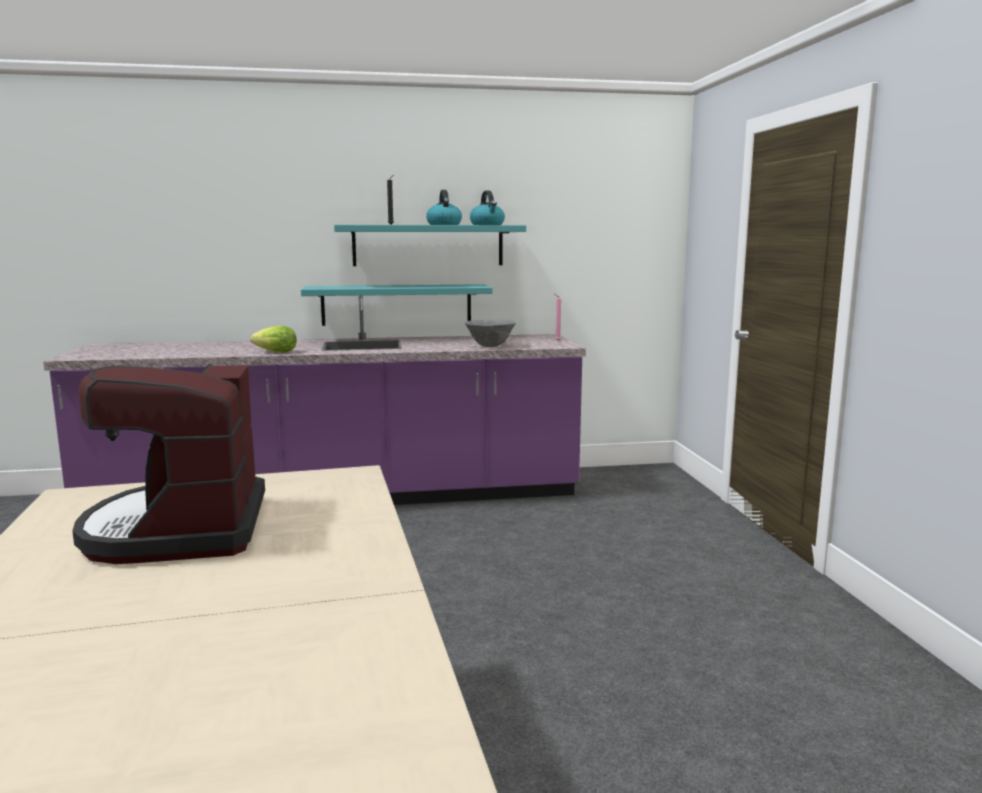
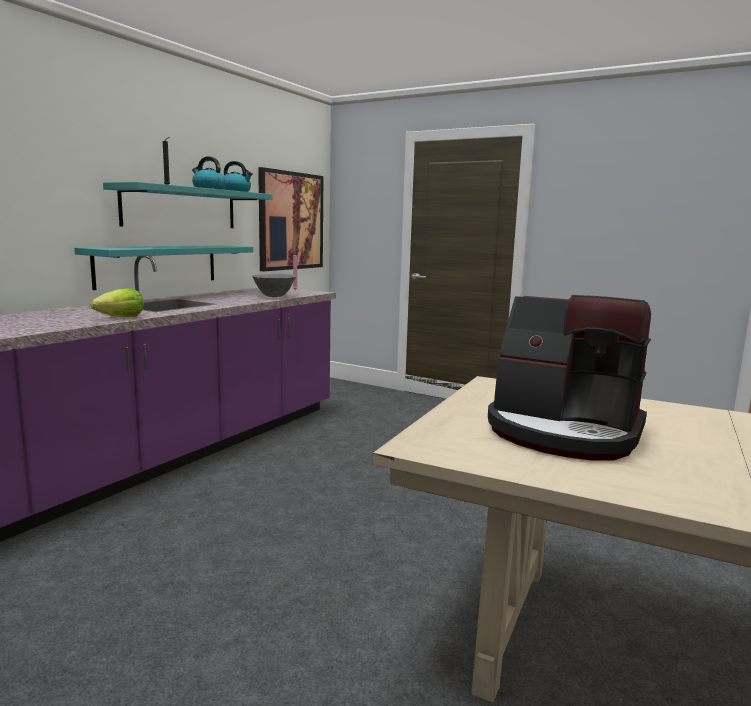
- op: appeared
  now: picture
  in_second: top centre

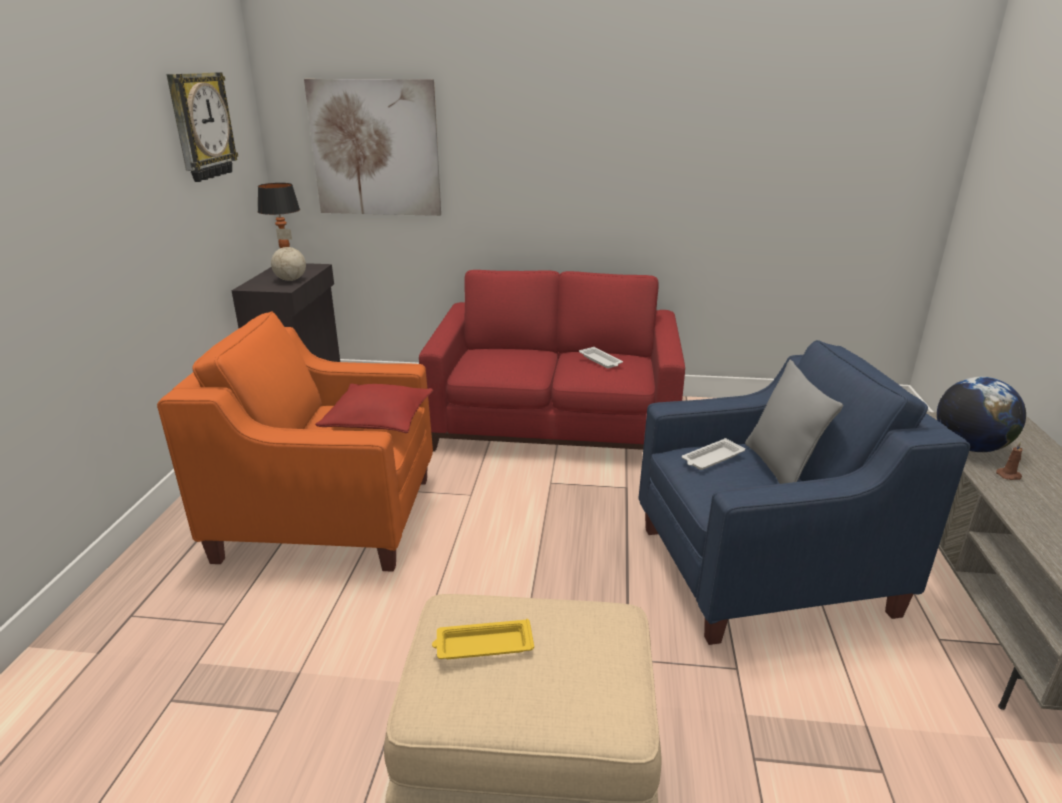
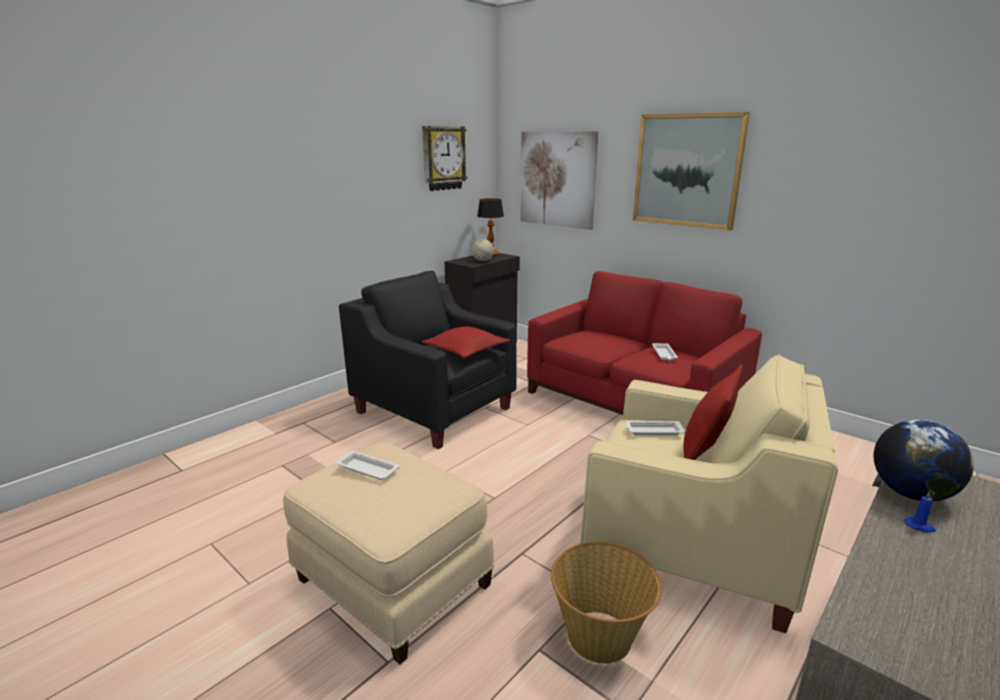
- op: colour
  was: tray/yellow
  now: tray/white (no. 1 from left)
  in_first: bottom centre
  in_second: centre
- op: colour
  was: armchair/orange
  now: armchair/black
  in_first: middle left
  in_second: centre
- op: appeared
  now: basket
  in_second: bottom centre
- op: colour
  was: armchair/blue
  now: armchair/beige
  in_first: middle right
  in_second: bottom right
- op: appeared
  now: picture (no. 2 from left)
  in_second: top right
- op: colour
  was: pillow/grey
  now: pillow/red (no. 2 from left)
  in_first: middle right
  in_second: middle right
- op: colour
  was: candle/brown
  now: candle/blue
  in_first: middle right
  in_second: bottom right

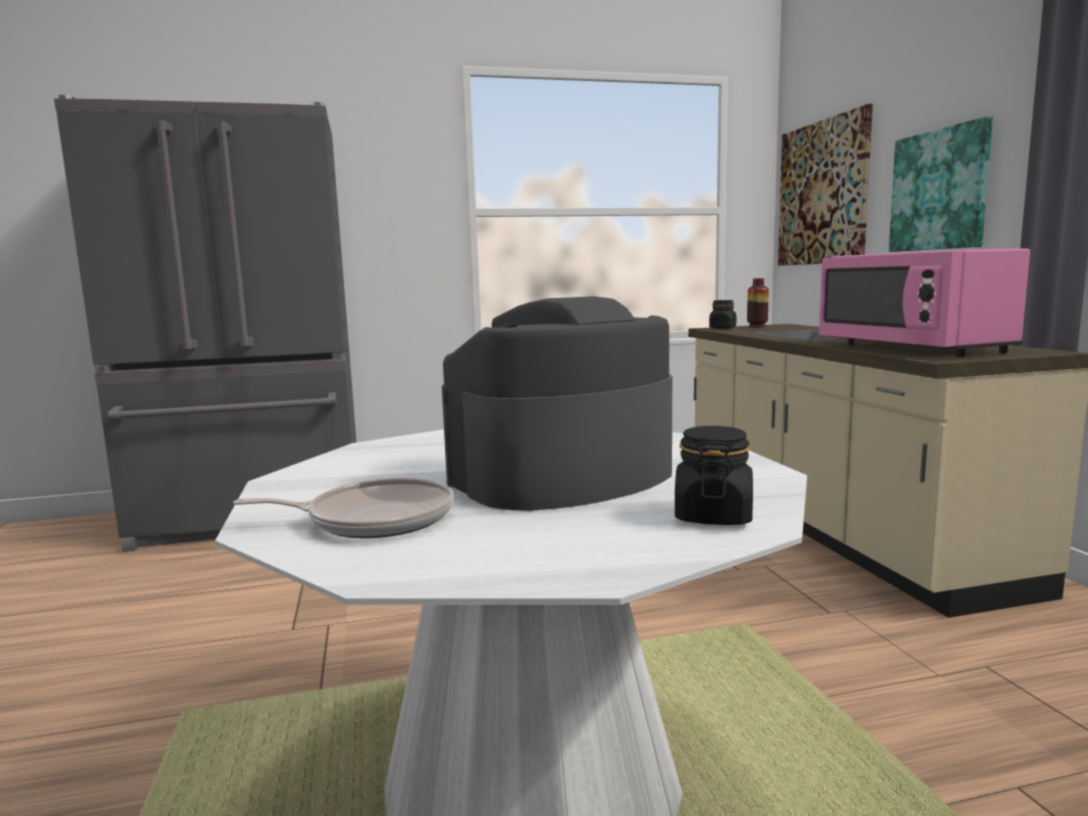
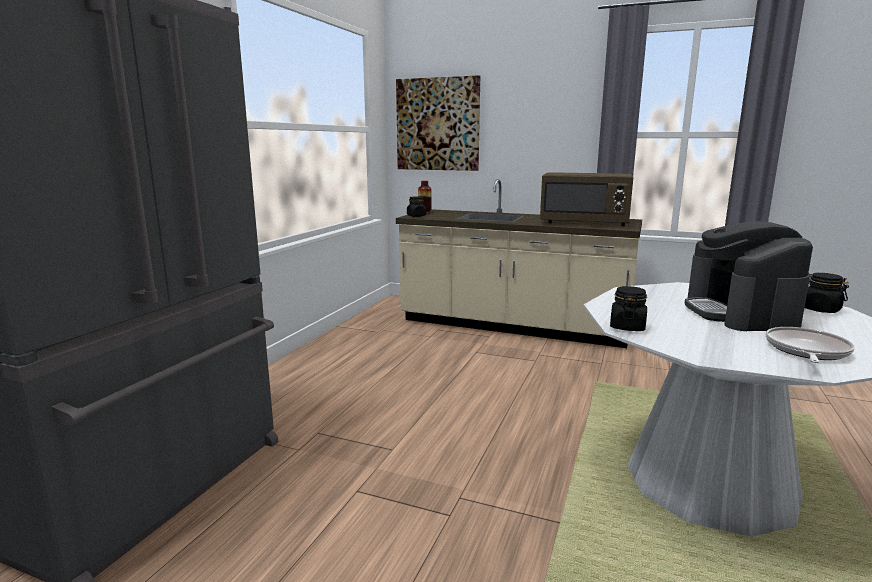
- op: colour
  was: microwave/pink
  now: microwave/brown
  in_first: middle right
  in_second: middle right
- op: appeared
  now: jar/black (no. 2 from left)
  in_second: middle right
- op: missing
  was: picture (no. 2 from left)
  in_first: top right

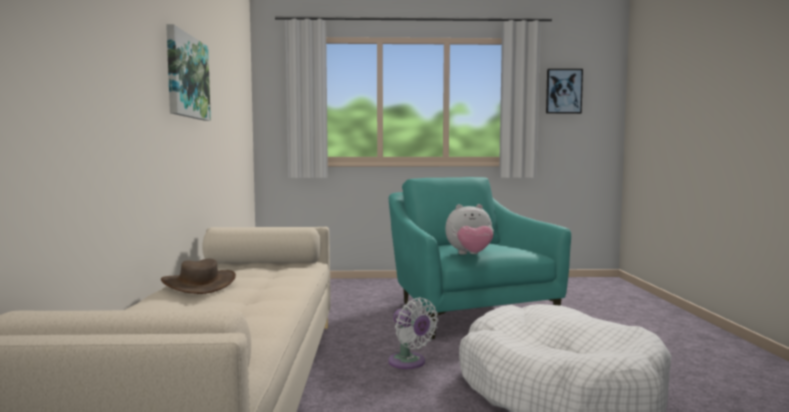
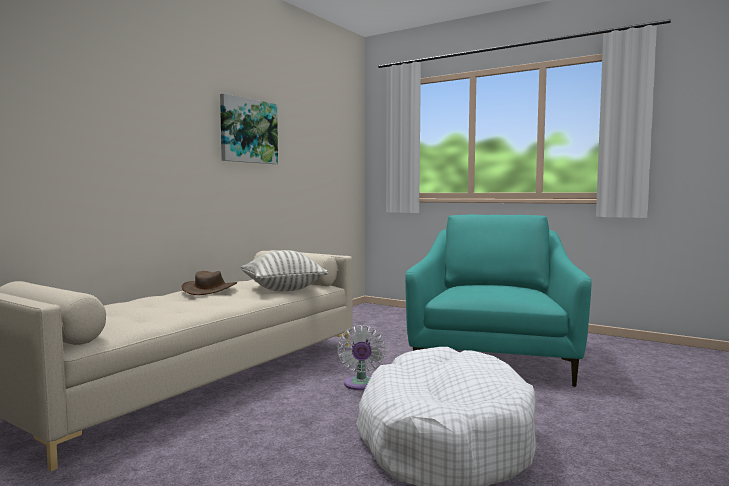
- op: appeared
  now: pillow
  in_second: centre
- op: missing
  was: plush toy
  in_first: centre
- op: missing
  was: picture (no. 2 from left)
  in_first: top right

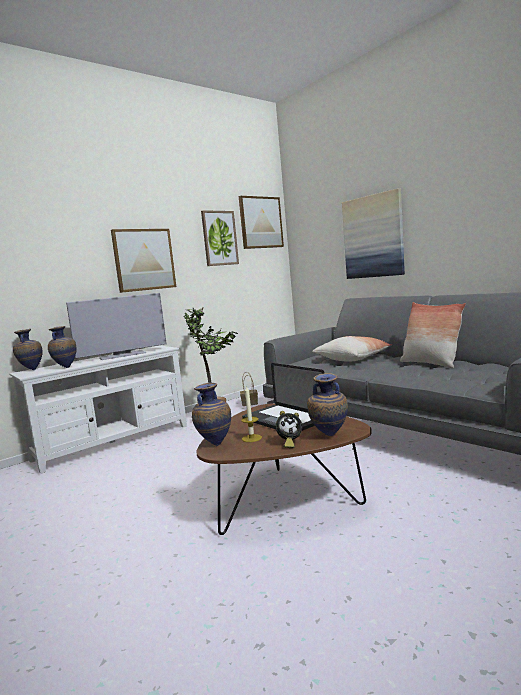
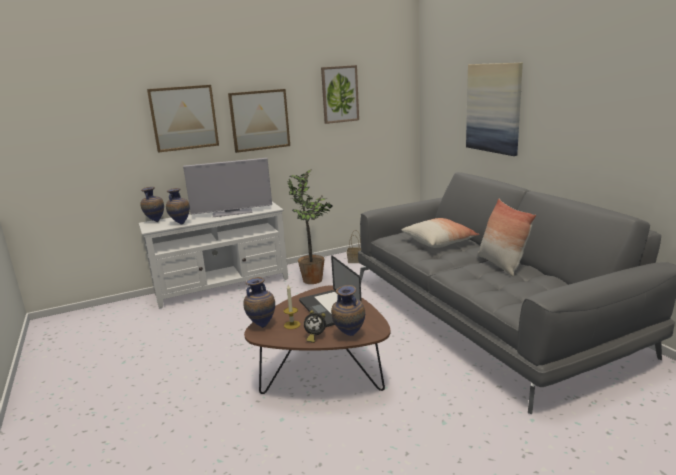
- op: relocated
  was: picture (no. 3 from left in the first image)
  now: picture (no. 1 from left)
  in_first: top centre
  in_second: top left

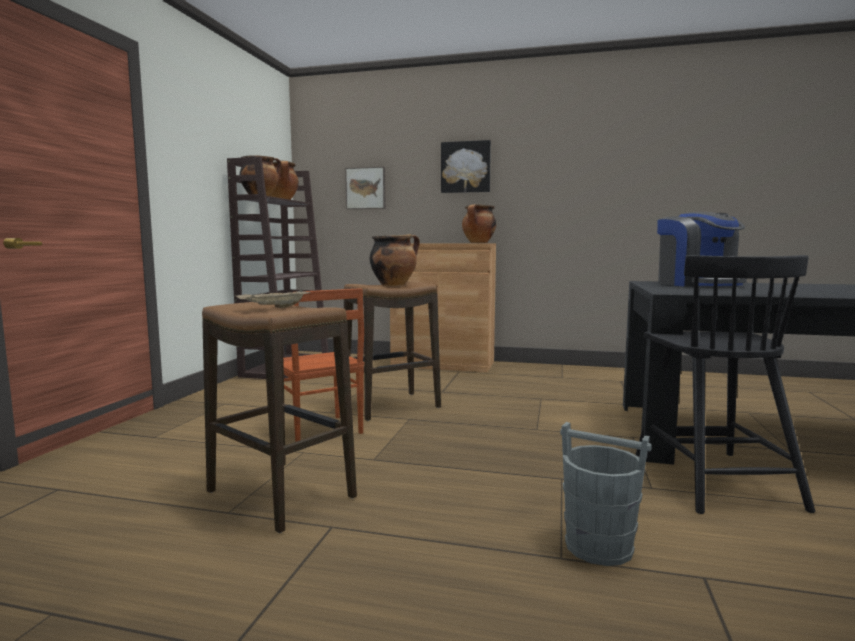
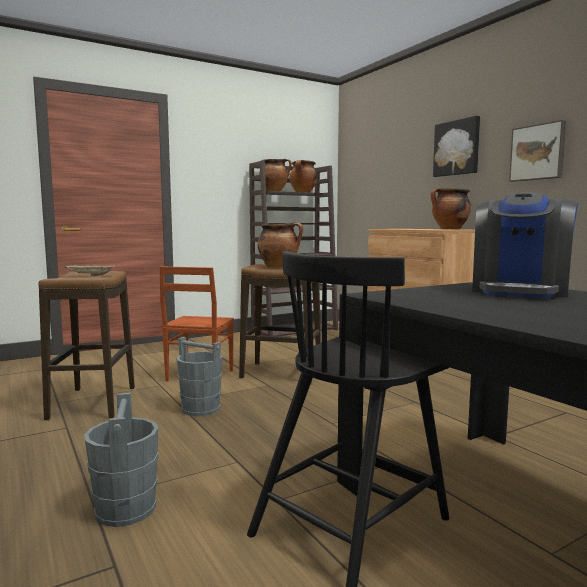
- op: appeared
  now: bucket/grey (no. 2 from left)
  in_second: centre
- op: relocated
  was: picture (no. 1 from left in the first image)
  now: picture (no. 2 from left)
  in_first: top centre
  in_second: top right

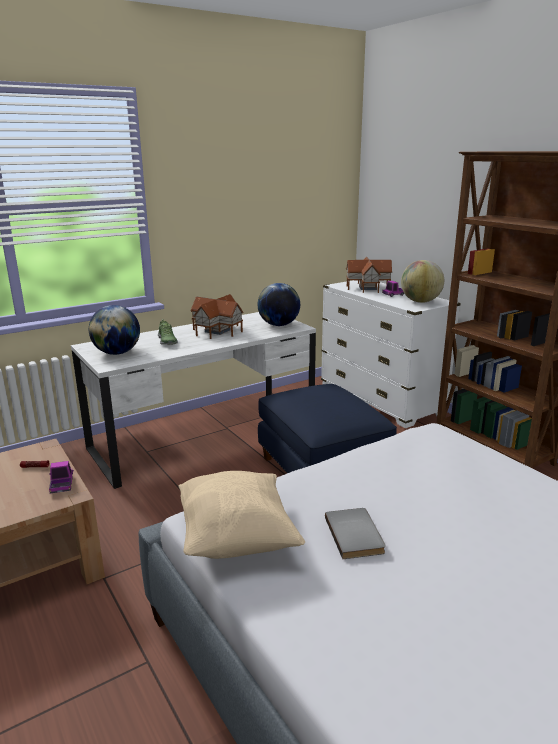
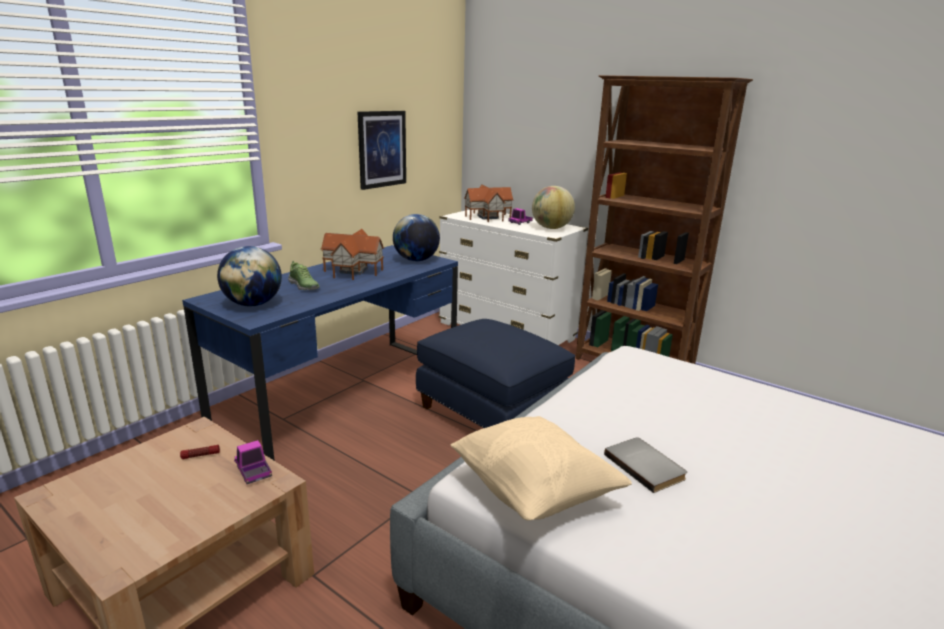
- op: colour
  was: desk/white
  now: desk/blue
  in_first: centre
  in_second: centre
- op: appeared
  now: picture
  in_second: top centre

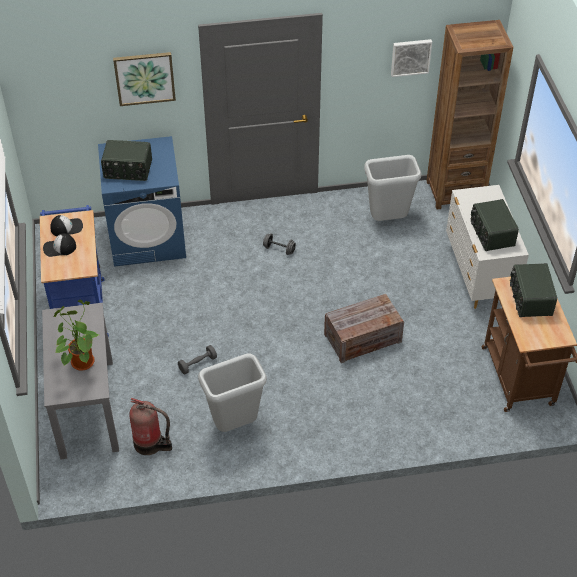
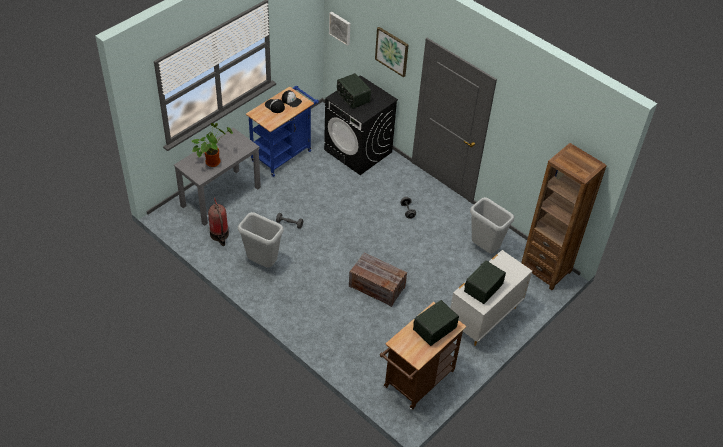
- op: colour
  was: washing machine/blue
  now: washing machine/black
  in_first: middle left
  in_second: top centre
- op: relocated
  was: picture (no. 2 from left in the first image)
  now: picture (no. 1 from left)
  in_first: top right
  in_second: top centre

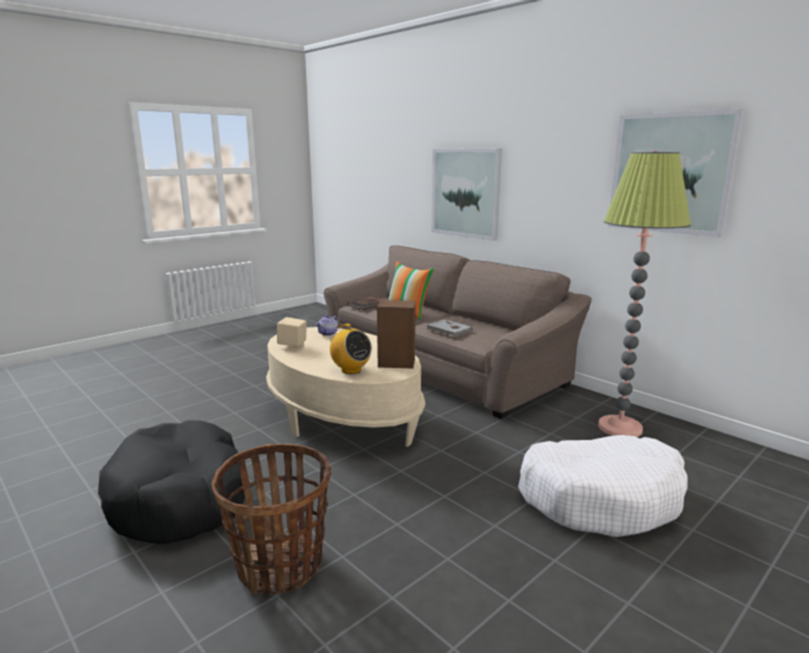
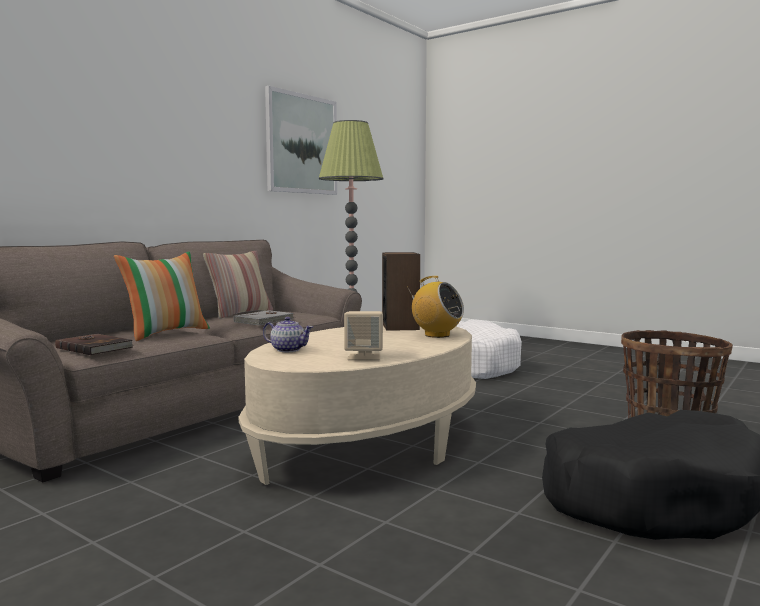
- op: appeared
  now: pillow (no. 2 from left)
  in_second: middle left
- op: spun
  was: radio
  in_first: centre
  in_second: centre
  clockwise: 90
- op: missing
  was: picture (no. 1 from left)
  in_first: top centre

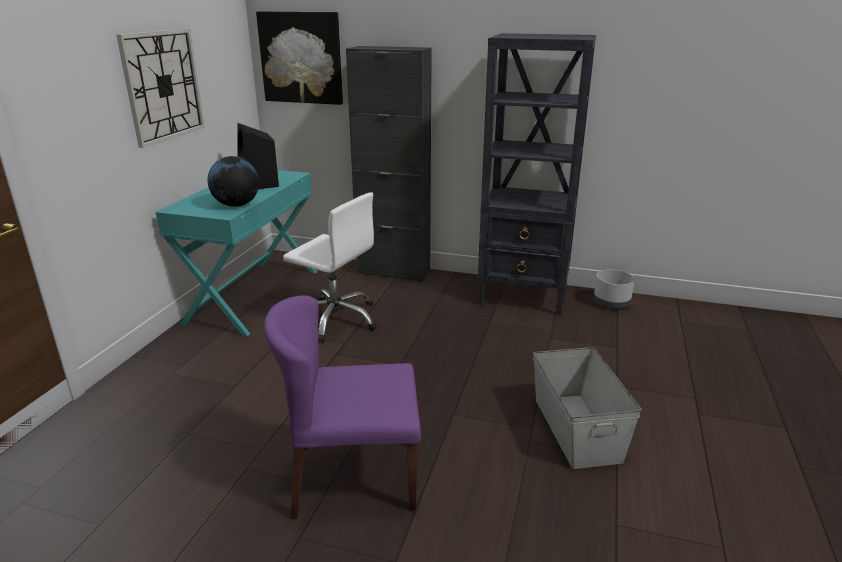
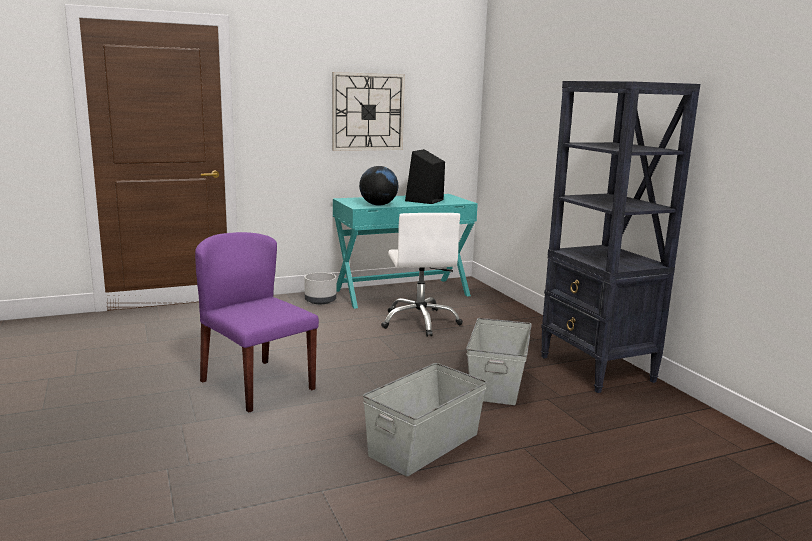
- op: relocated
  was: planter/grey
  in_first: middle right
  in_second: centre
- op: appeared
  now: storage box/grey (no. 2 from left)
  in_second: bottom centre
- op: missing
  was: picture
  in_first: top centre
- op: missing
  was: cabinet/black
  in_first: top centre

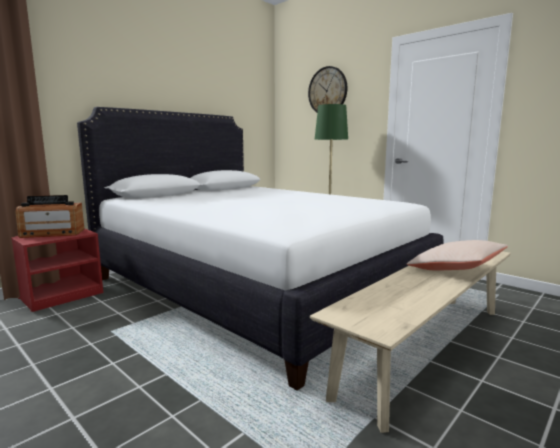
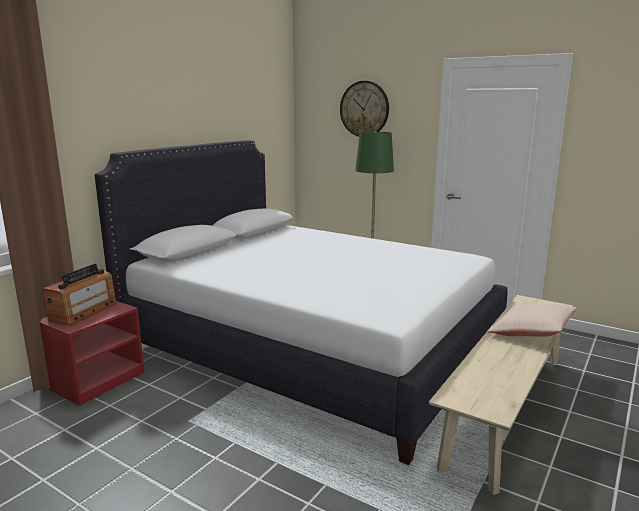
- op: spun
  was: radio
  in_first: middle left
  in_second: middle left
  clockwise: -45

